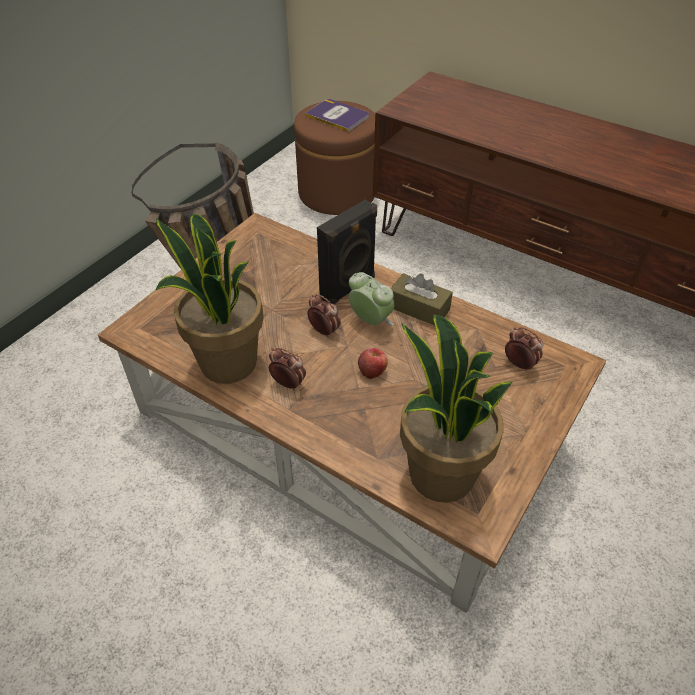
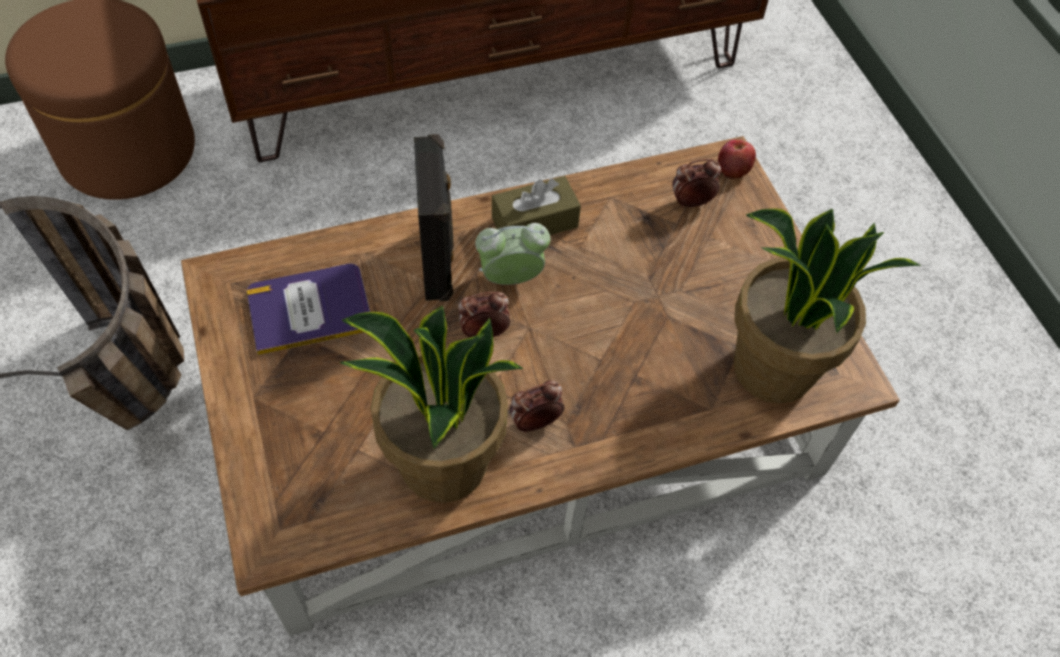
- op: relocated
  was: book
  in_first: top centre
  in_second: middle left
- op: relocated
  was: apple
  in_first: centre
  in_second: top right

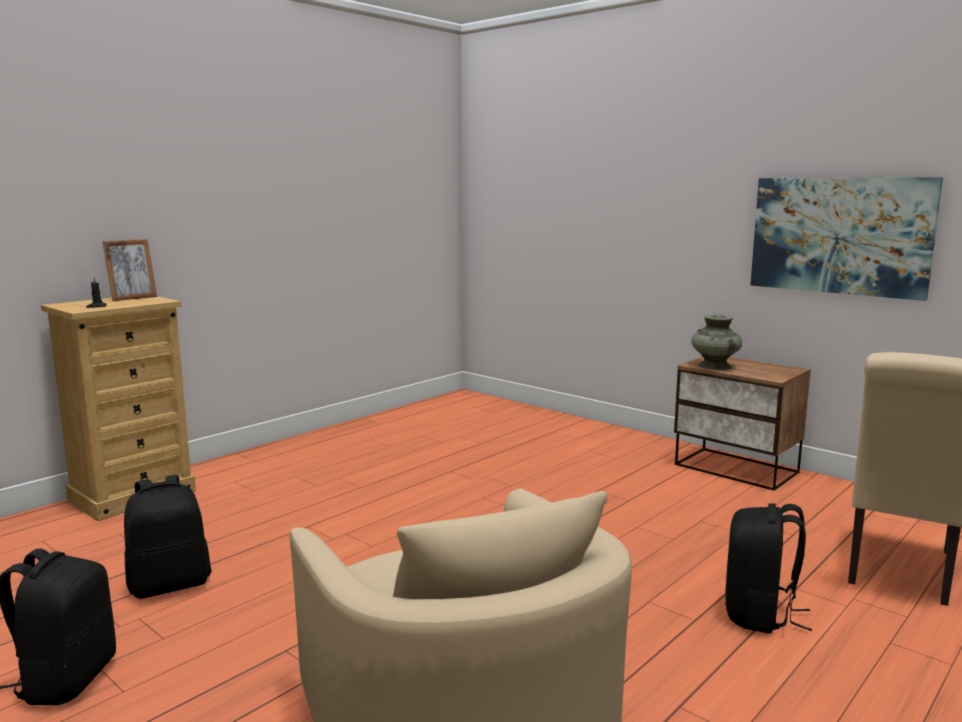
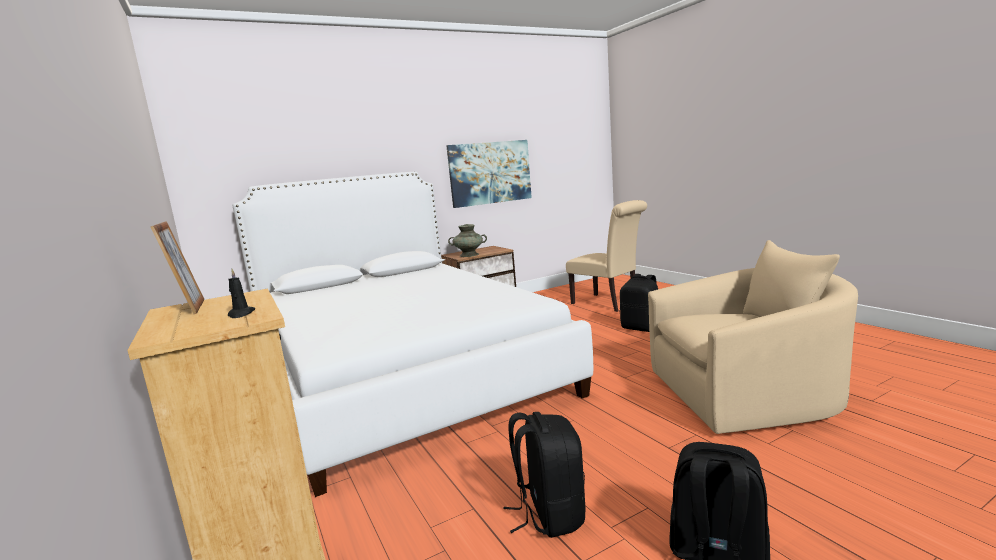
- op: appeared
  now: bed/white
  in_second: centre

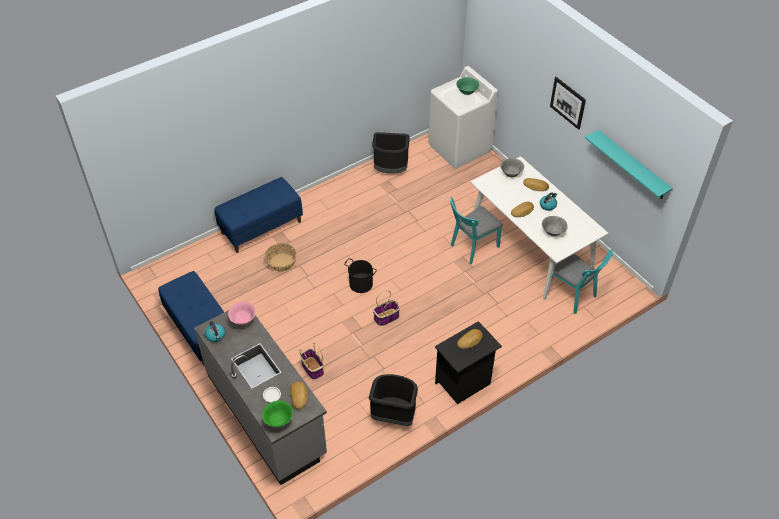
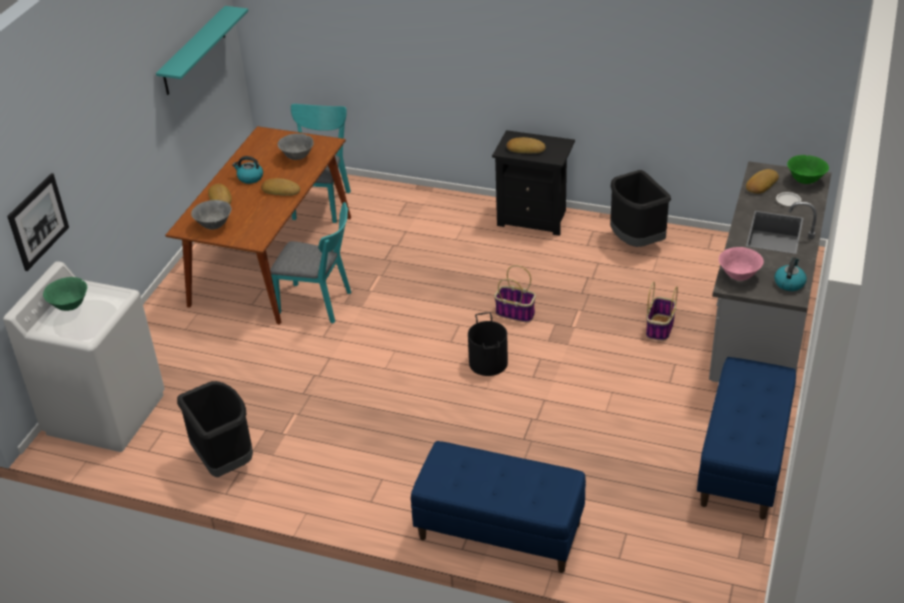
- op: relocated
  was: picture
  in_first: top right
  in_second: middle left
- op: colour
  was: dining table/white
  now: dining table/brown
  in_first: middle right
  in_second: middle left
- op: missing
  was: basket (no. 1 from left)
  in_first: centre

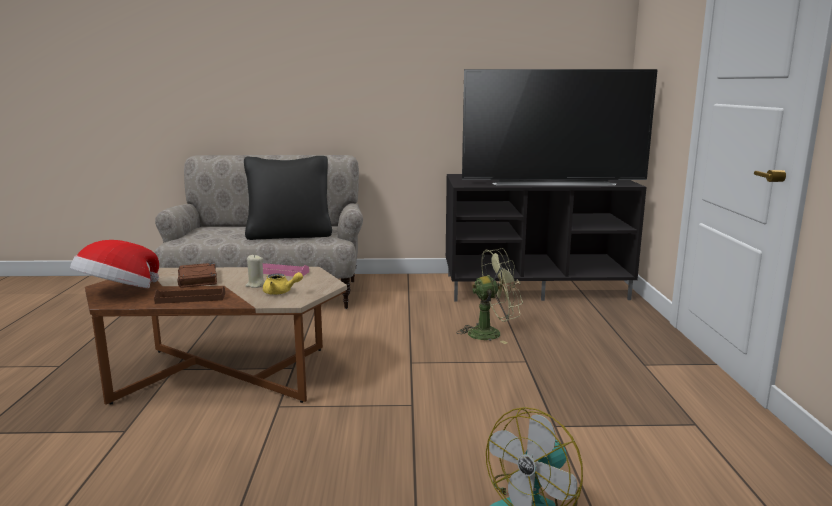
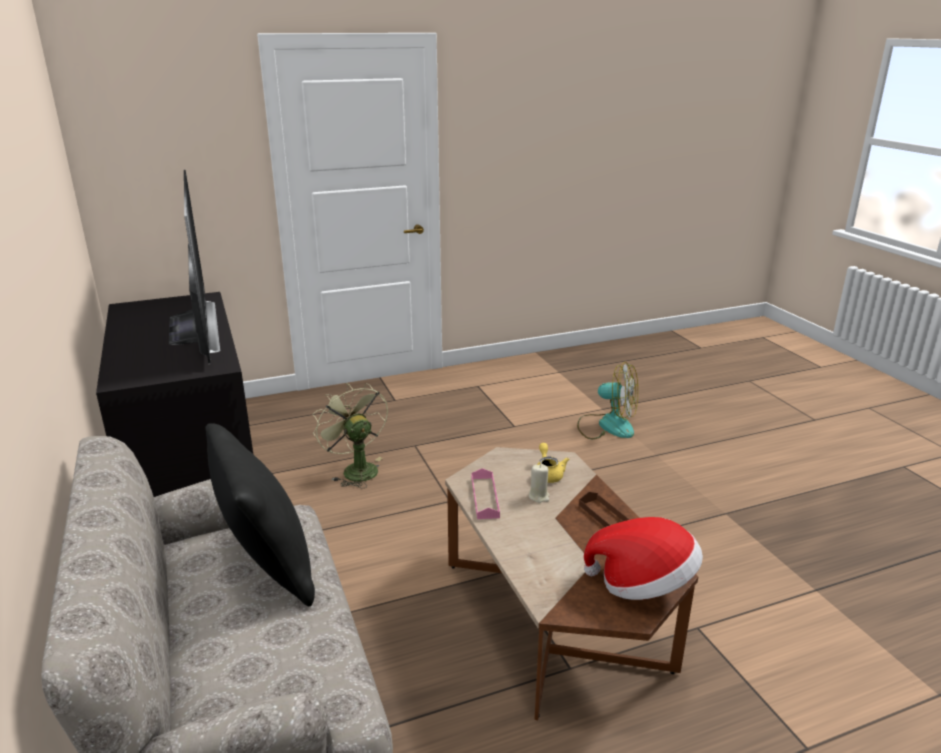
- op: missing
  was: book/brown
  in_first: middle left

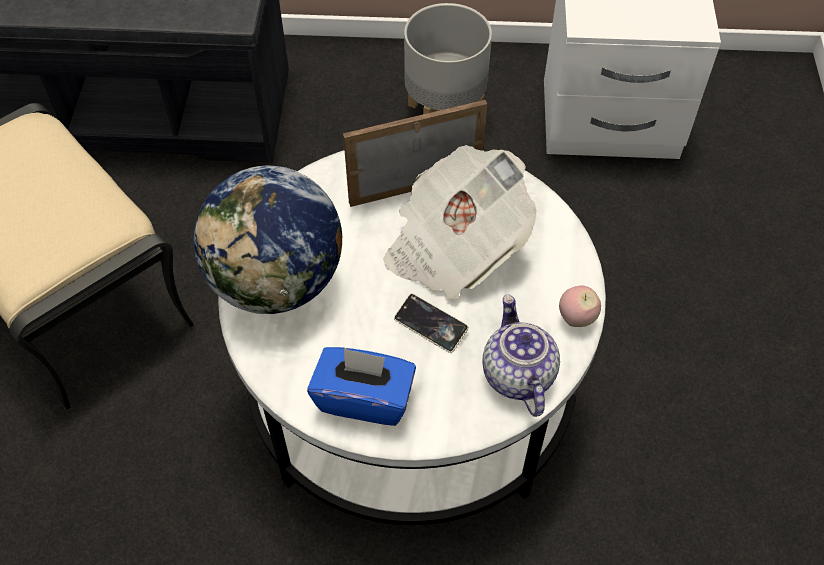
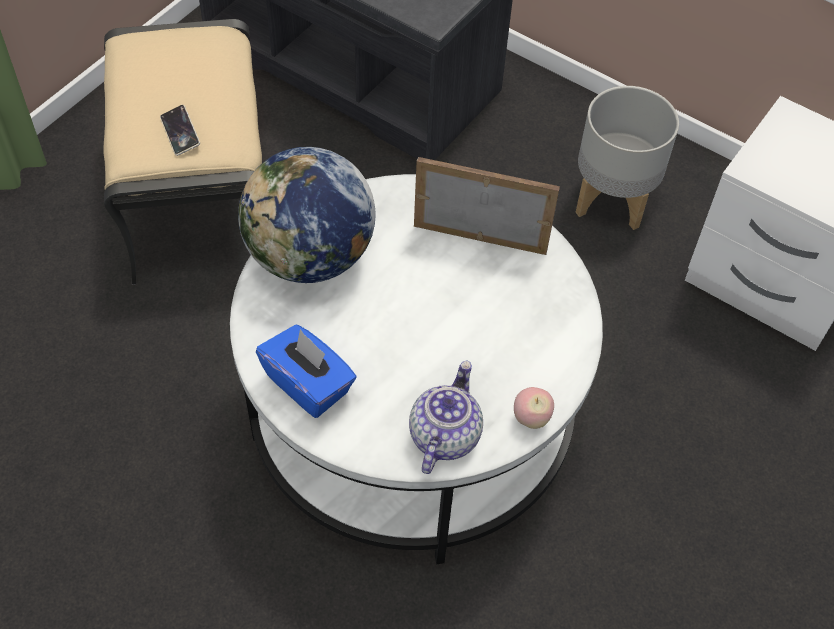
- op: relocated
  was: phone
  in_first: centre
  in_second: top left
- op: missing
  was: newspaper
  in_first: centre

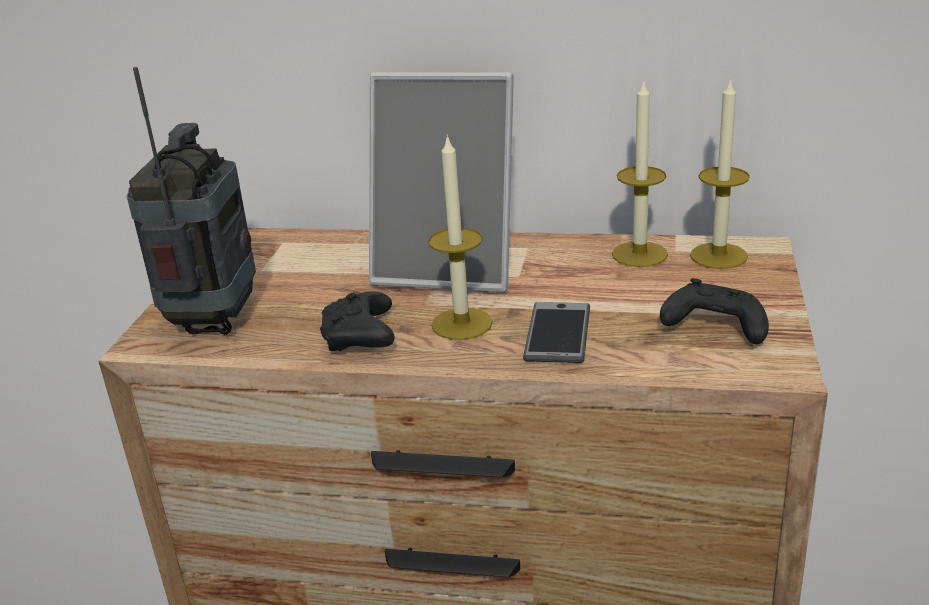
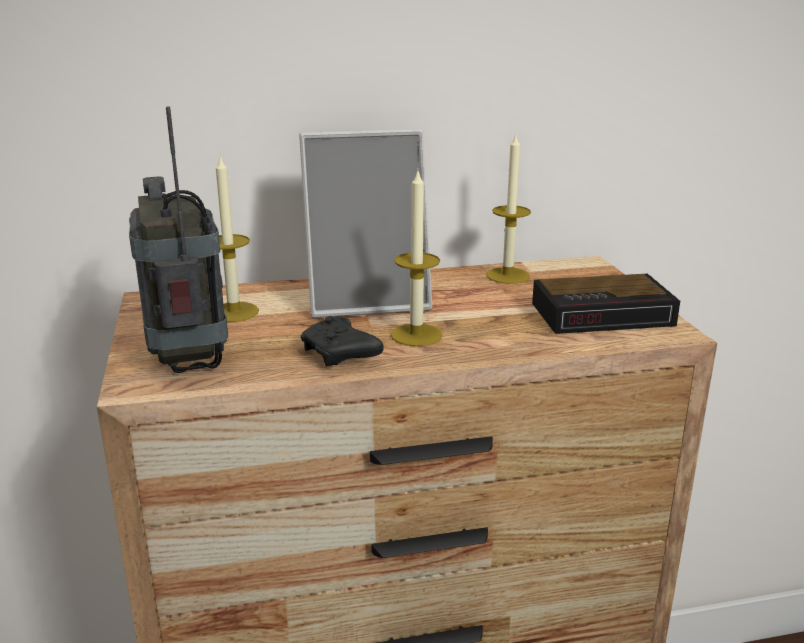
- op: relocated
  was: candle (no. 3 from left in the first image)
  now: candle (no. 1 from left)
  in_first: top right
  in_second: middle left
- op: exchanged
  was: game controller/black (no. 2 from left)
  now: alarm clock
  in_first: middle right
  in_second: middle right
- op: missing
  was: phone
  in_first: centre

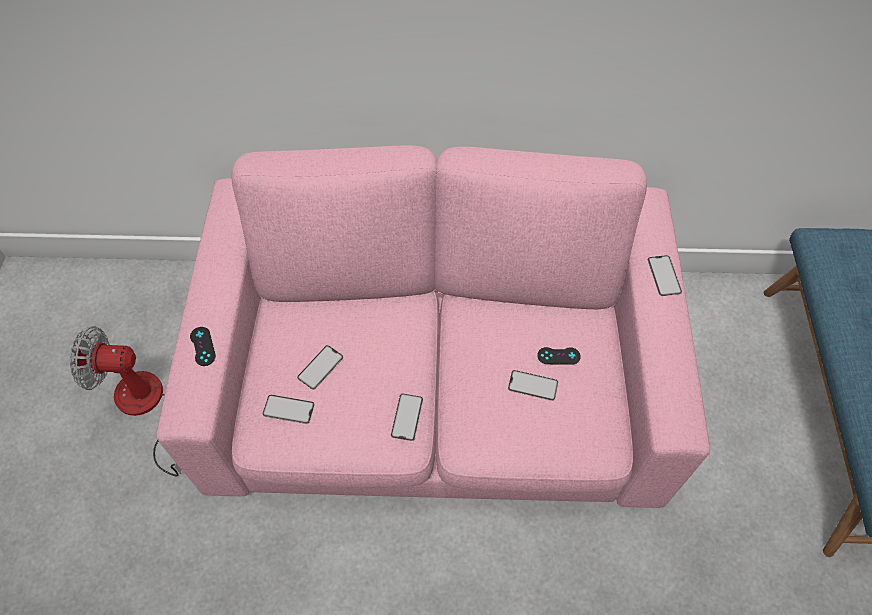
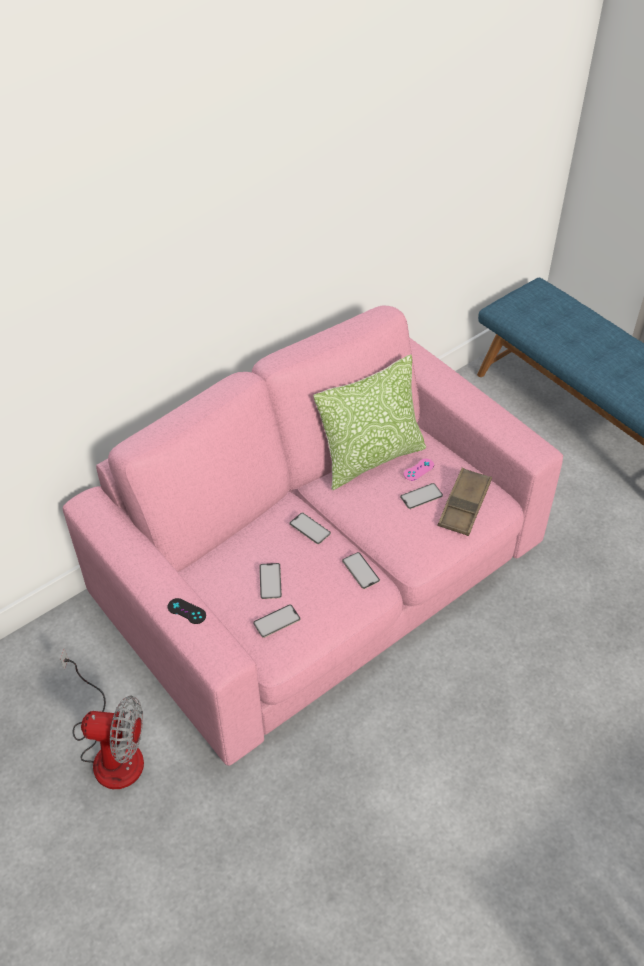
- op: spun
  was: fan
  in_first: middle left
  in_second: bottom left
  clockwise: -135
- op: relocated
  was: phone (no. 5 from left in the first image)
  now: phone (no. 3 from left)
  in_first: middle right
  in_second: centre
- op: appeared
  now: pillow
  in_second: centre
- op: colour
  was: game controller/black (no. 2 from left)
  now: game controller/pink
  in_first: centre
  in_second: centre
- op: appeared
  now: tray/brown
  in_second: middle right

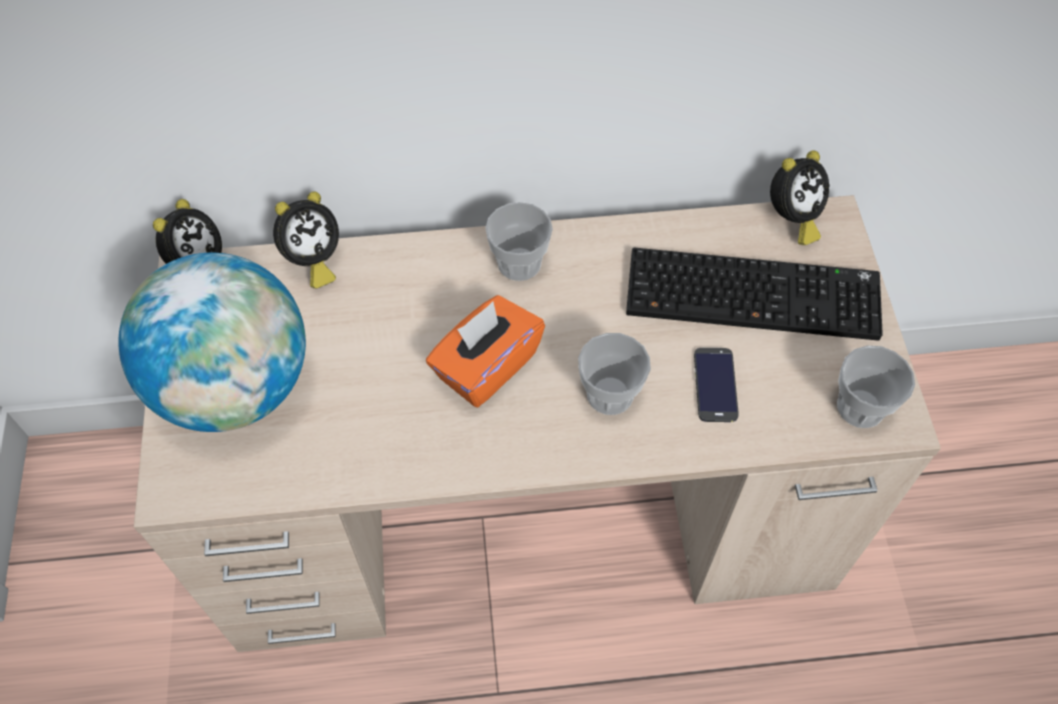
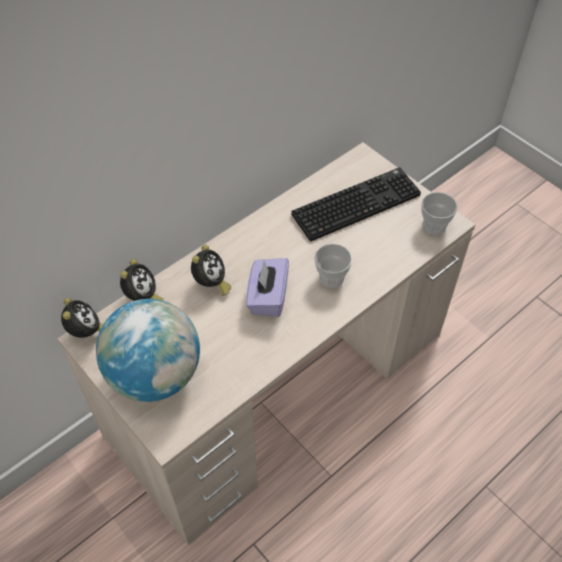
- op: relocated
  was: alarm clock (no. 3 from left)
  in_first: top right
  in_second: centre
- op: colour
  was: tissue box/orange
  now: tissue box/purple
  in_first: centre
  in_second: centre
- op: missing
  was: cup (no. 1 from left)
  in_first: centre
- op: missing
  was: phone
  in_first: middle right

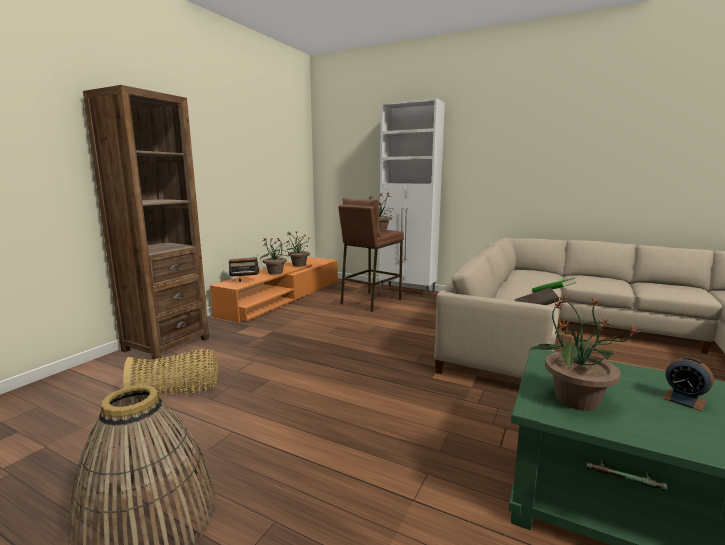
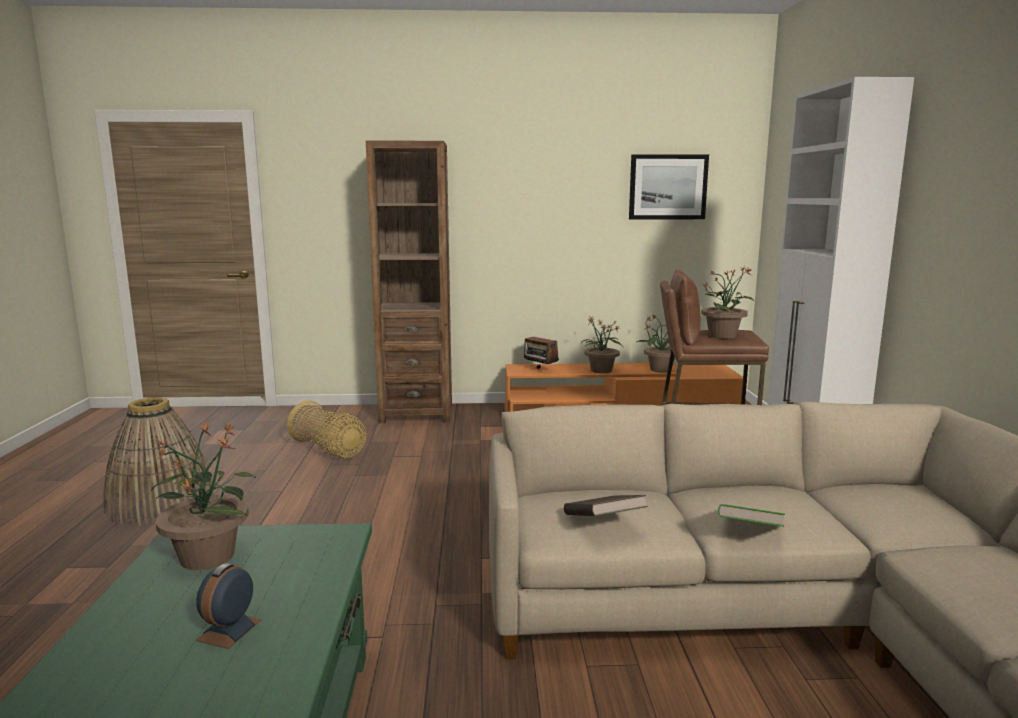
- op: appeared
  now: picture
  in_second: top centre

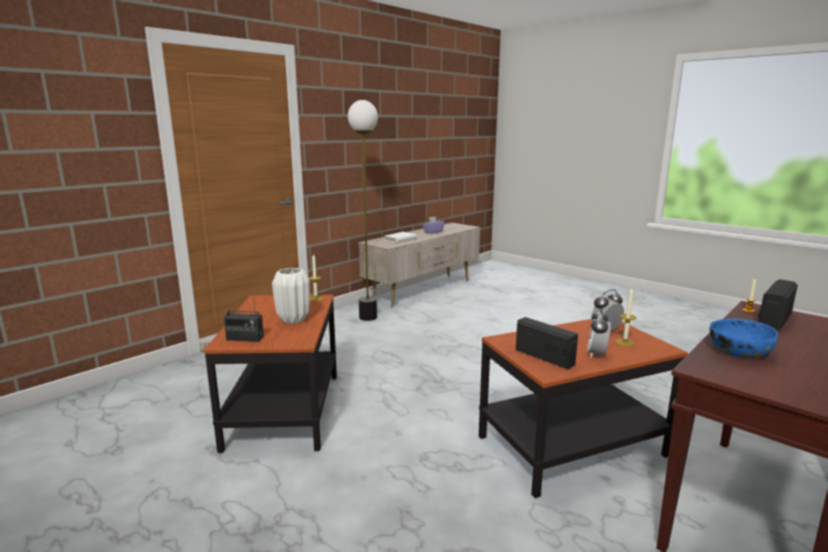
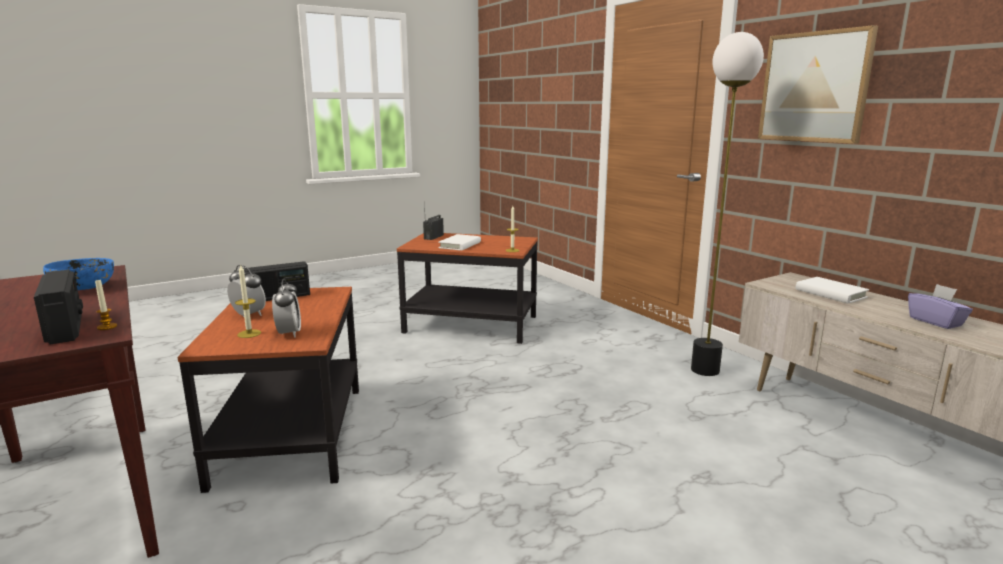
- op: exchanged
  was: vase/white
  now: book/white (no. 1 from left)
  in_first: centre
  in_second: centre
- op: appeared
  now: picture
  in_second: top right

